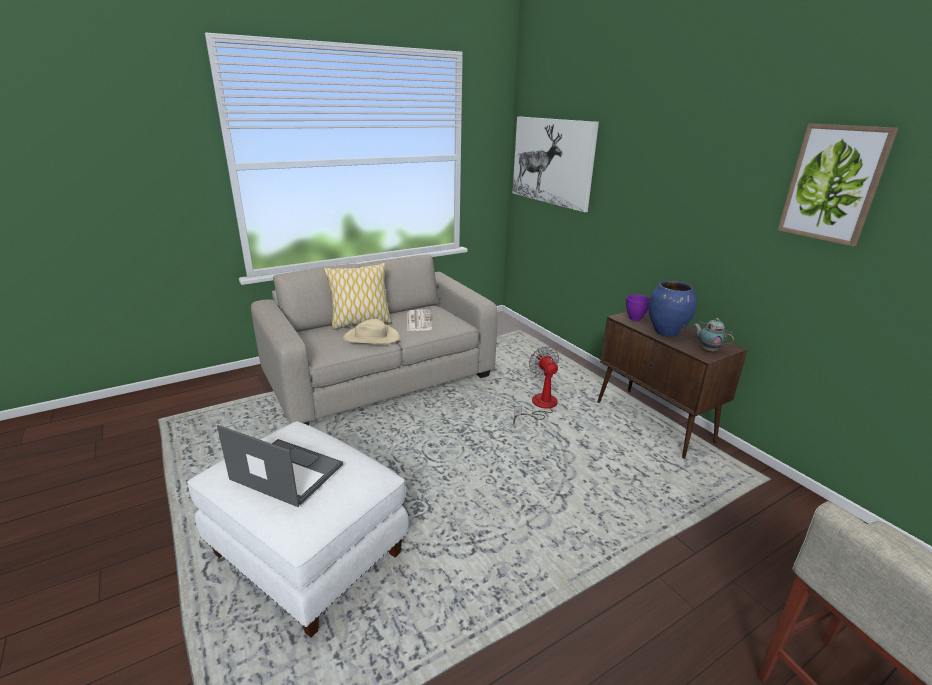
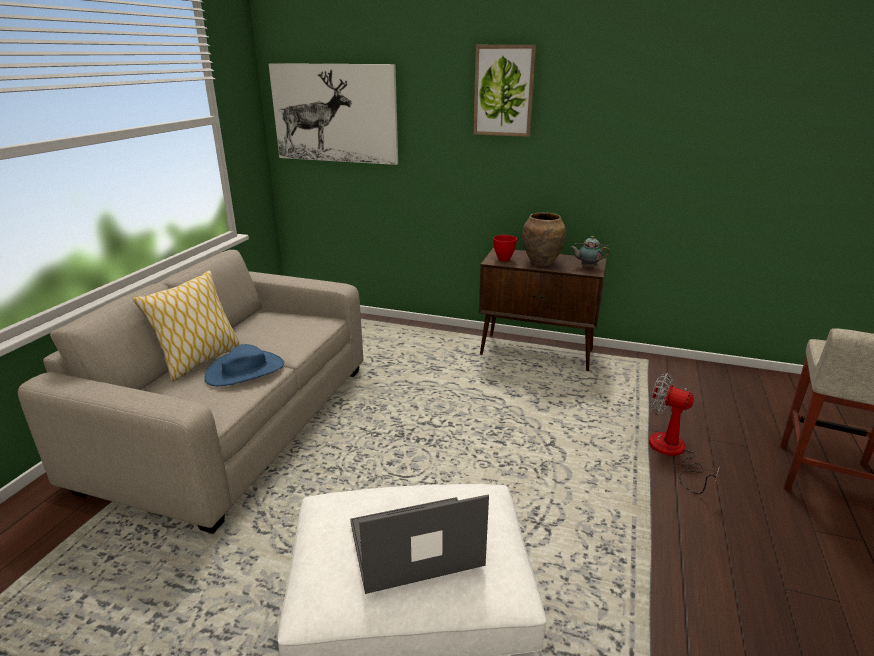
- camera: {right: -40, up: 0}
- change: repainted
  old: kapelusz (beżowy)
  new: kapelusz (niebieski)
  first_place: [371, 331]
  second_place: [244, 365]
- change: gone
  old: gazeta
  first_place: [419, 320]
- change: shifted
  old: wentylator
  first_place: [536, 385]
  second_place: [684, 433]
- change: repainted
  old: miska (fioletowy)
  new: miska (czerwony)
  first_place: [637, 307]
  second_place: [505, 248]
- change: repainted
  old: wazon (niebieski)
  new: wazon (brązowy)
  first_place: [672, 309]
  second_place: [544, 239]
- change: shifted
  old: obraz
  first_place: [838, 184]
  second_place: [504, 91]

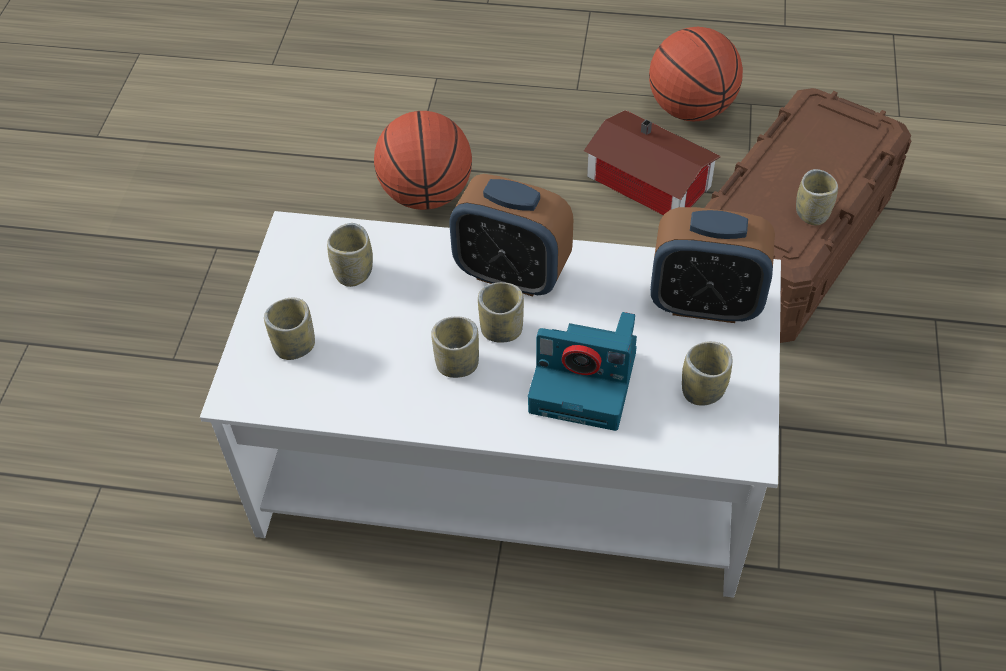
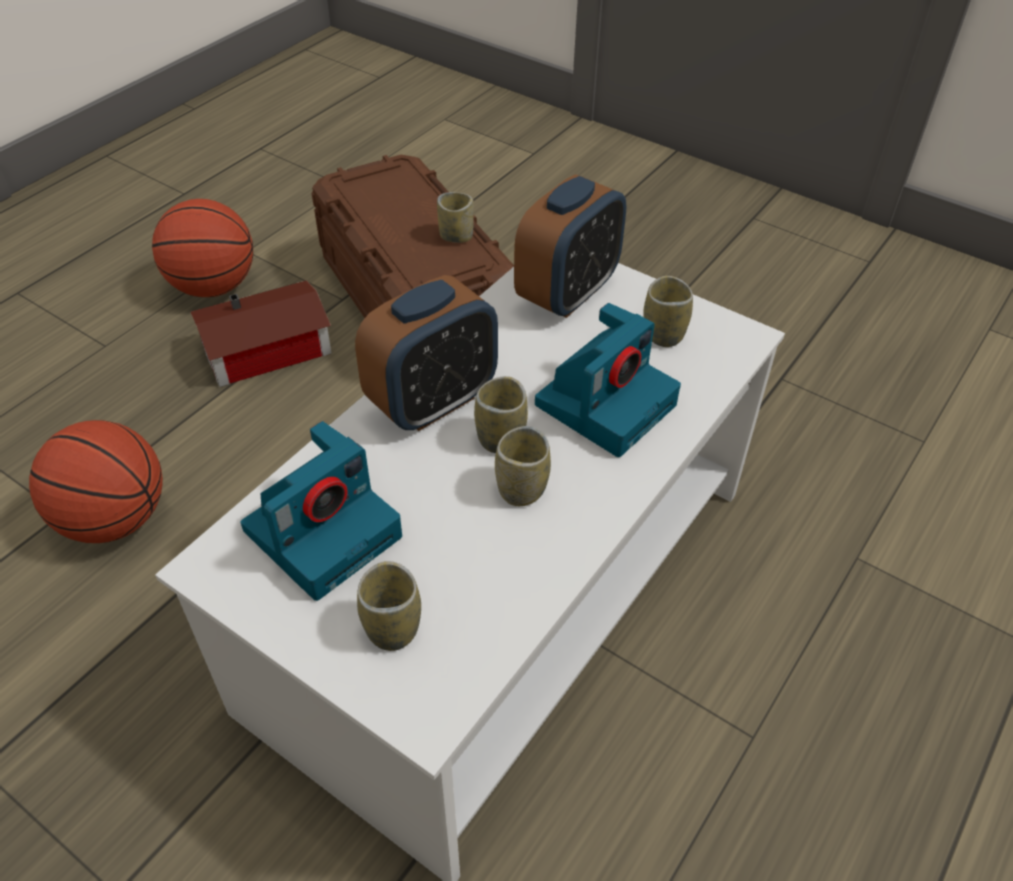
- camera: {right: -65, up: -5}
- change: swapped
  old: filiżanka
  new: aparat fotograficzny
  first_place: [350, 255]
  second_place: [321, 511]

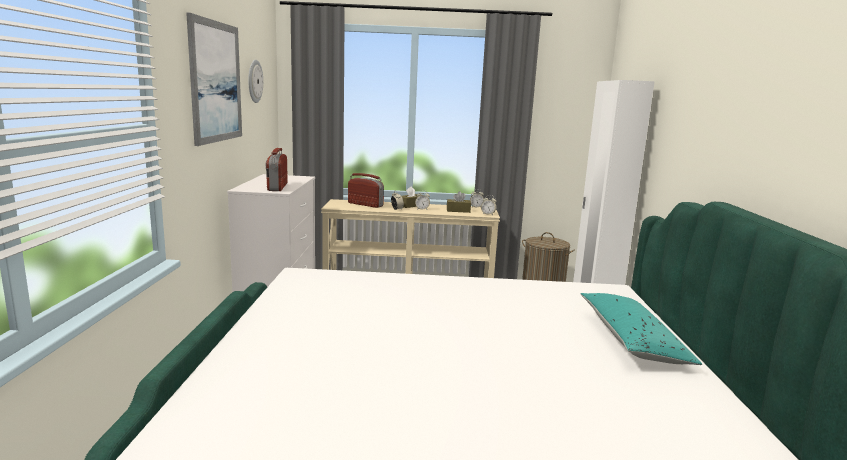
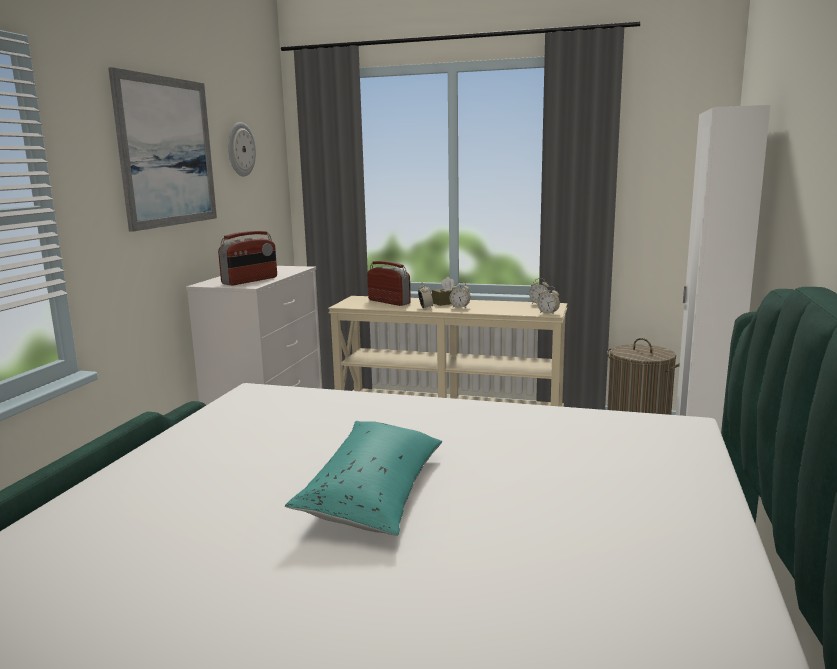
- camera: {right: 15, up: 0}
- change: rotated
  old: radio
  first_place: [277, 169]
  second_place: [247, 258]
  degrees: -150
- change: gone
  old: pudełko chusteczek (brązowy)
  first_place: [459, 202]
- change: shifted
  old: poduszka (turkusowy)
  first_place: [641, 329]
  second_place: [363, 478]

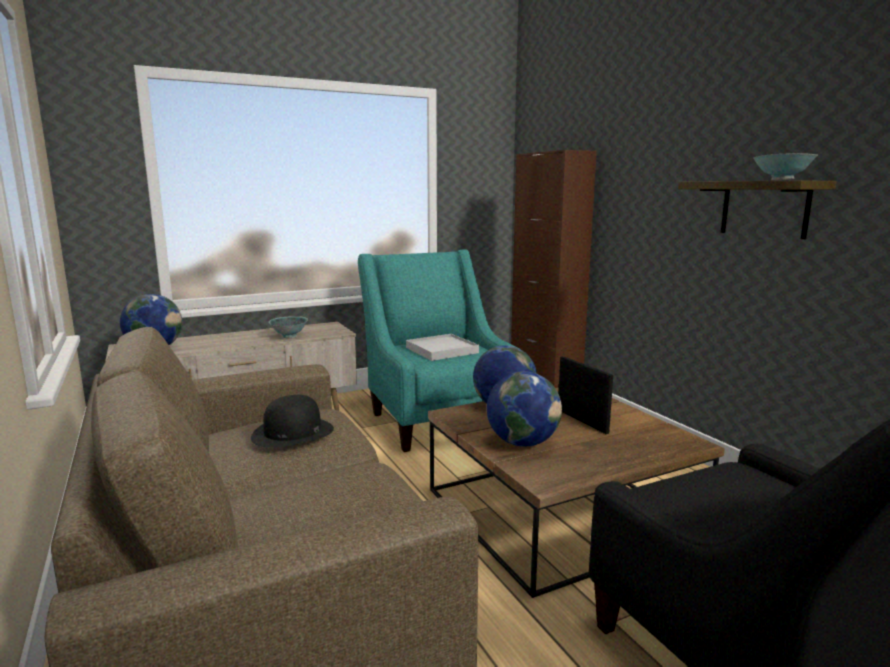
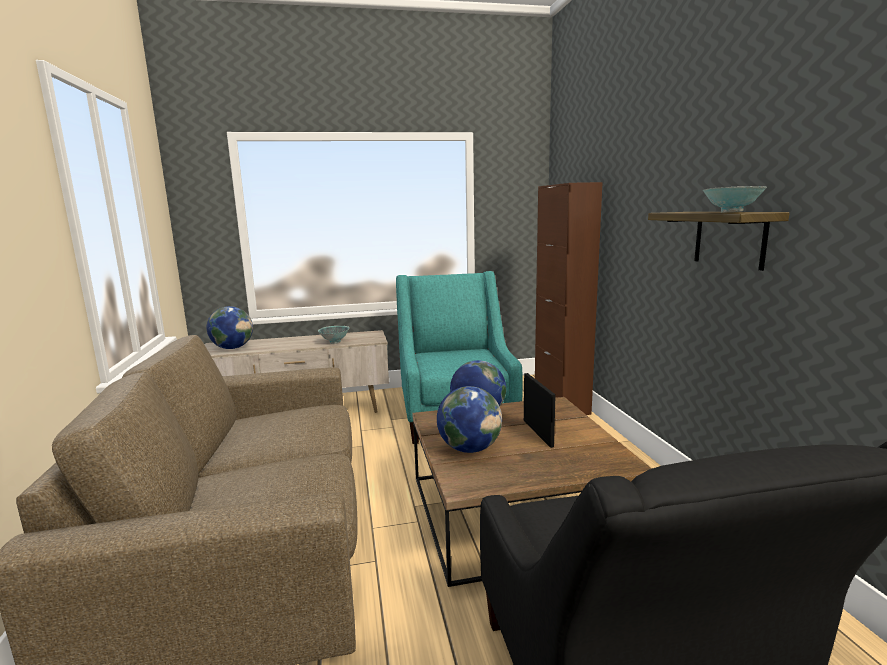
- camera: {right: 15, up: 0}
- change: gone
  old: kapelusz (czarny)
  first_place: [292, 421]
- change: gone
  old: taca (biały)
  first_place: [442, 347]

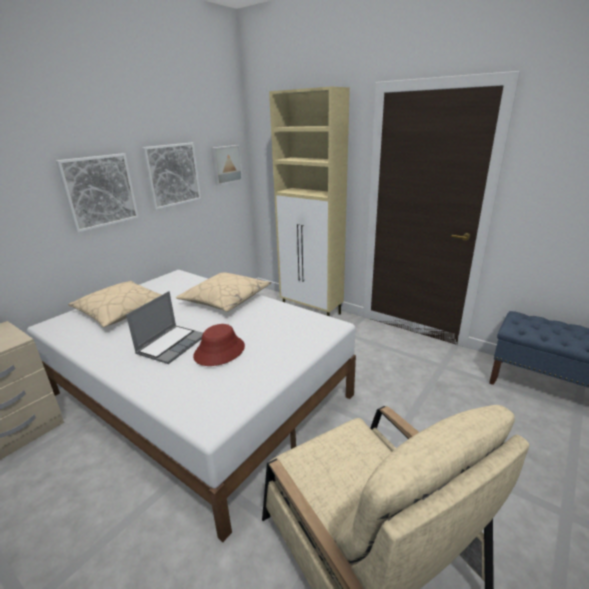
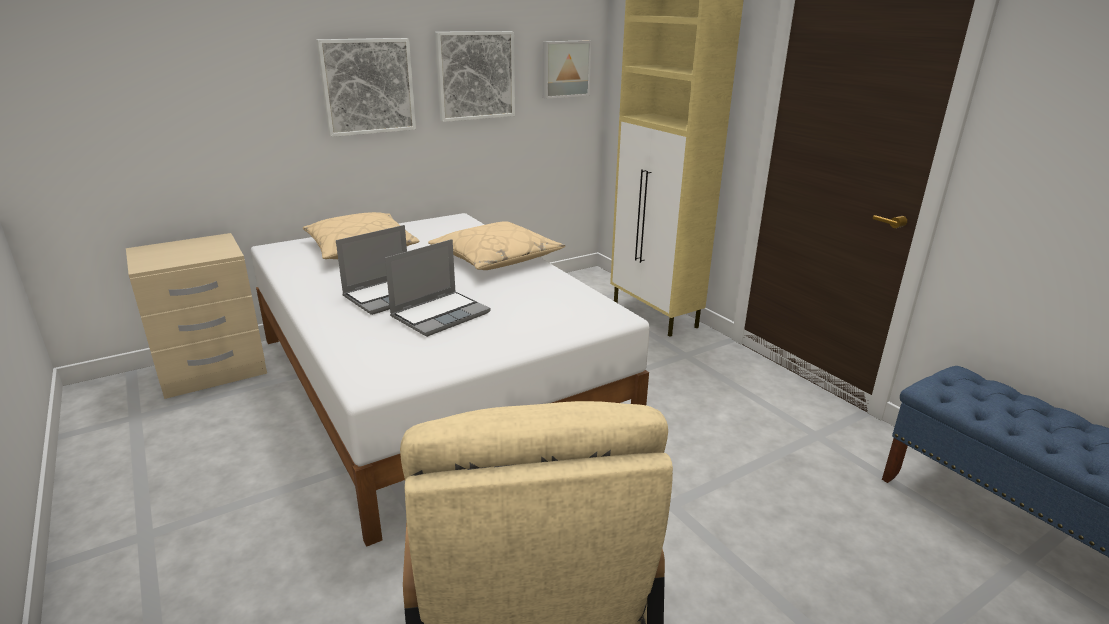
- camera: {right: 20, up: 0}
- change: swapped
  old: kapelusz (czerwony)
  new: laptop
  first_place: [219, 345]
  second_place: [438, 288]

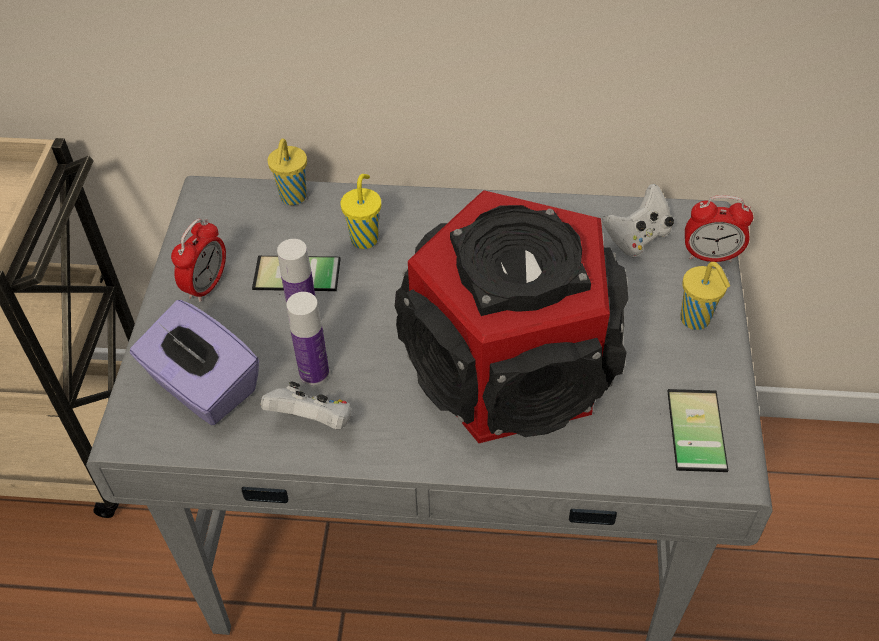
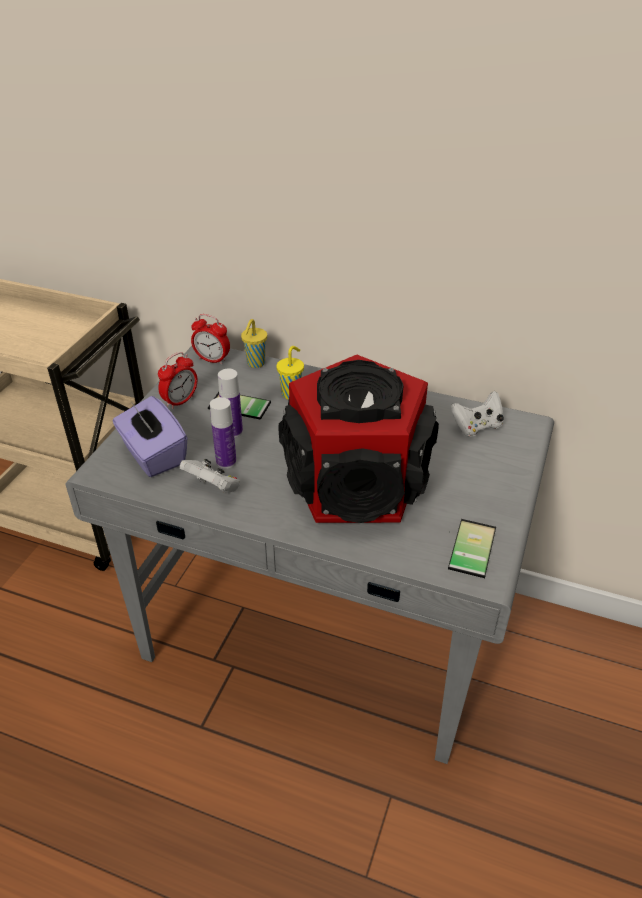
- camera: {right: 15, up: -10}
- change: gone
  old: filiżanka (żółty)
  first_place: [705, 296]
- change: shifted
  old: budzik
  first_place: [719, 228]
  second_place: [210, 339]

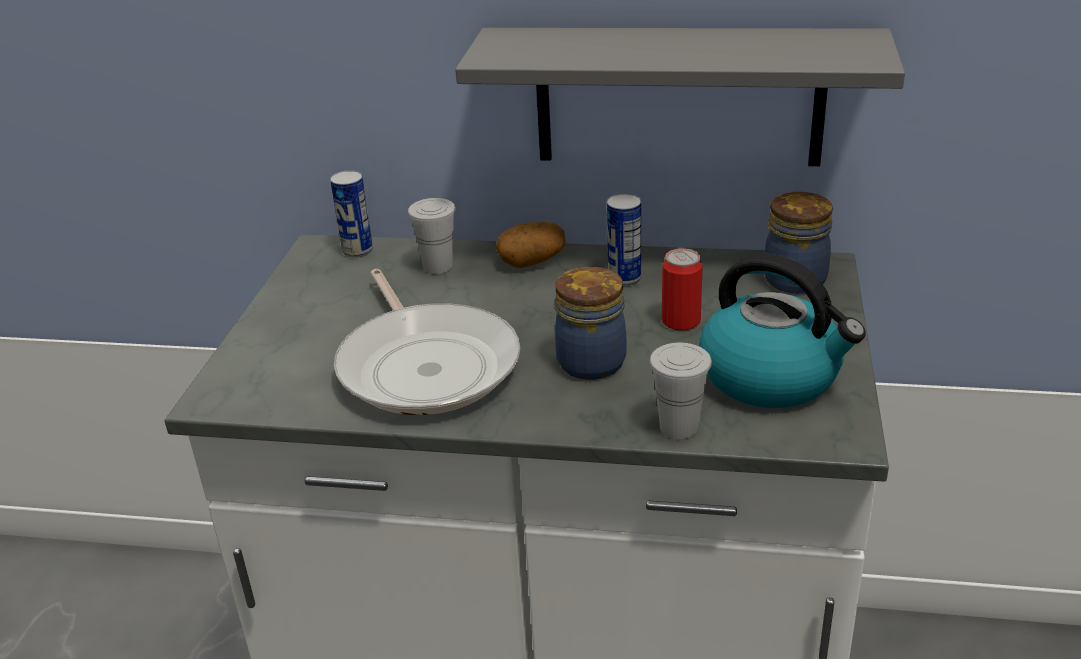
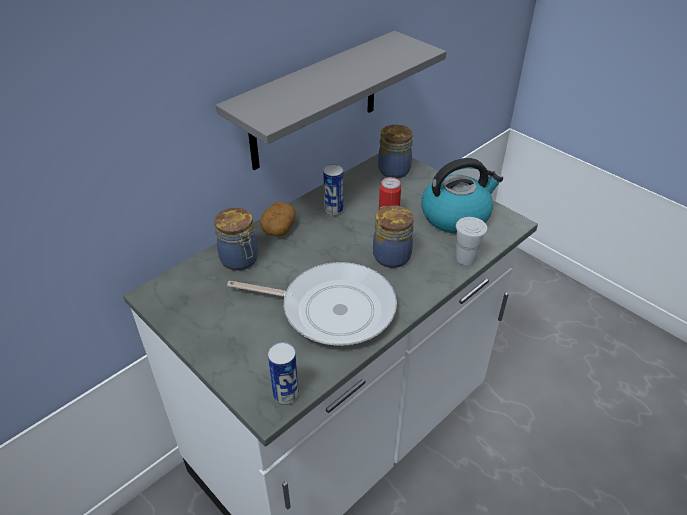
- camera: {right: -55, up: 10}
- change: shifted
  old: puszka
  first_place: [351, 213]
  second_place: [283, 373]
- change: swapped
  old: filiżanka (biały)
  new: słoik
  first_place: [432, 236]
  second_place: [236, 239]

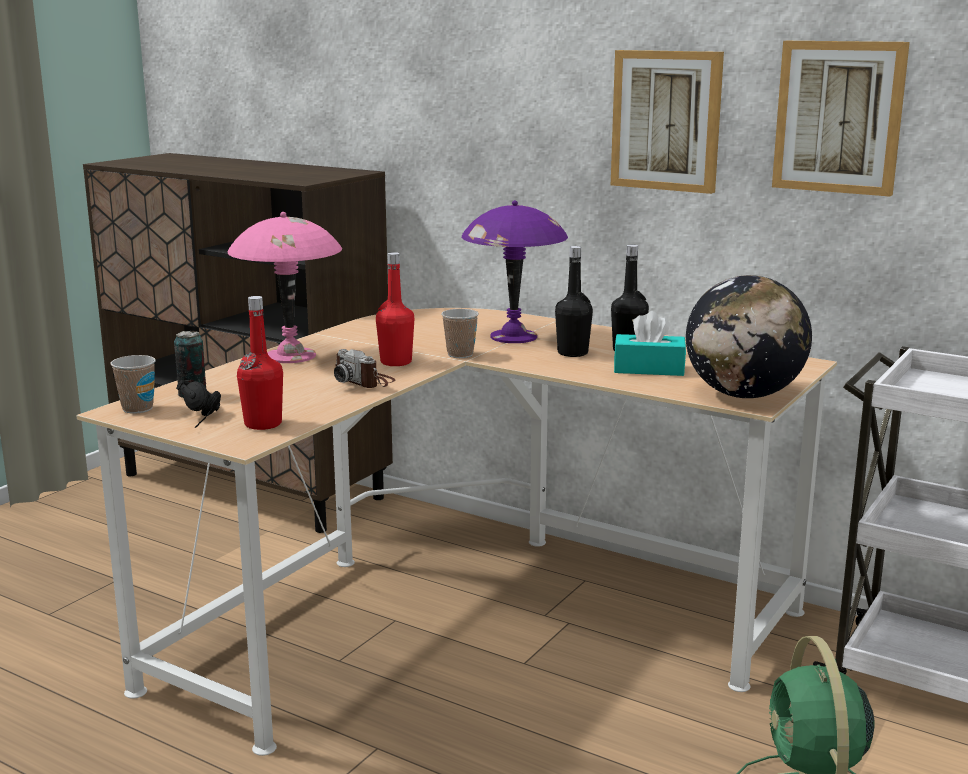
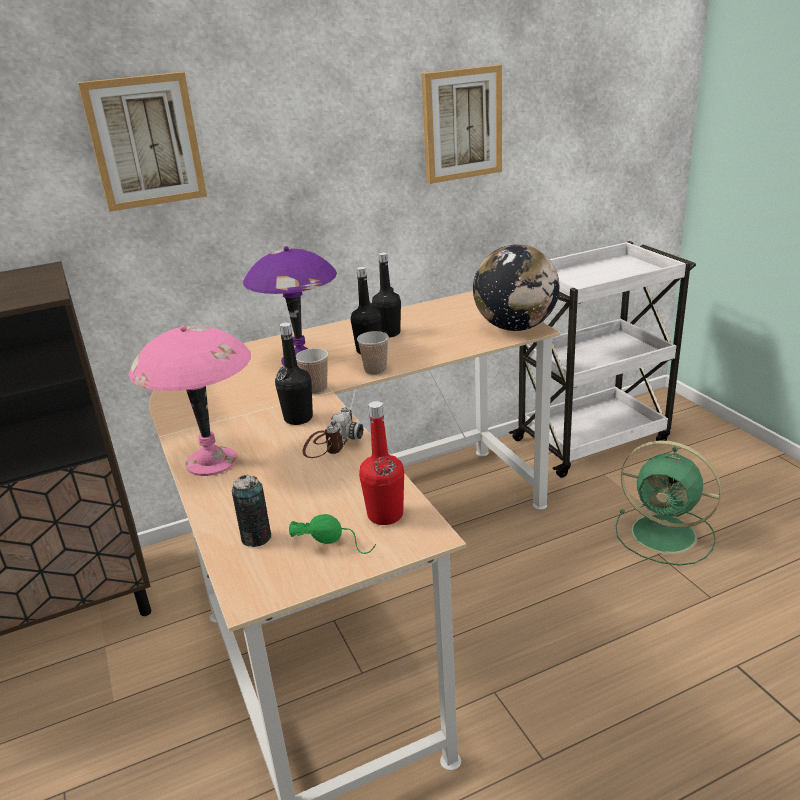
- camera: {right: -55, up: 10}
- change: shifted
  old: filiżanka
  first_place: [133, 384]
  second_place: [373, 353]
- change: repainted
  old: słuchawki (czarny)
  new: słuchawki (zielony)
  first_place: [198, 404]
  second_place: [332, 534]
- change: rotated
  old: aparat fotograficzny
  first_place: [364, 368]
  second_place: [333, 432]
  degrees: -60
- change: repainted
  old: butelka (czerwony)
  new: butelka (czarny)
  first_place: [395, 309]
  second_place: [294, 373]
- change: shifted
  old: obraz
  first_place: [667, 122]
  second_place: [142, 142]
- change: gone
  old: pudełko chusteczek (turkusowy)
  first_place: [650, 343]

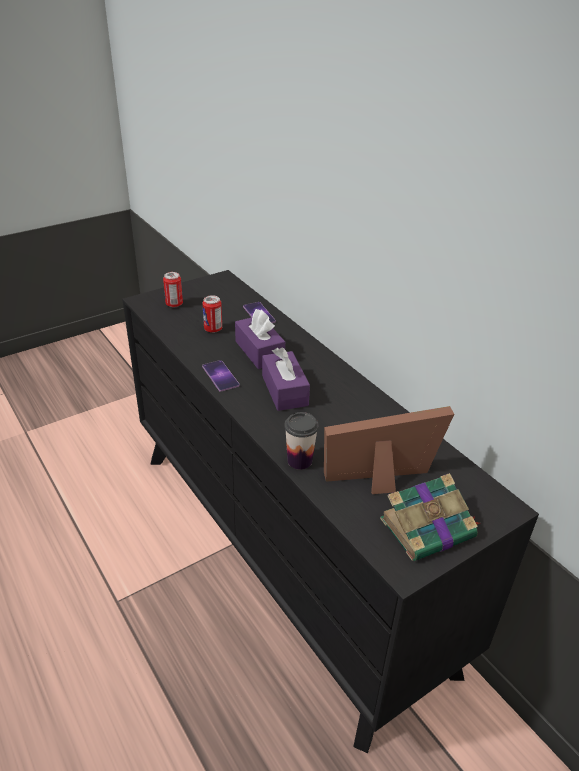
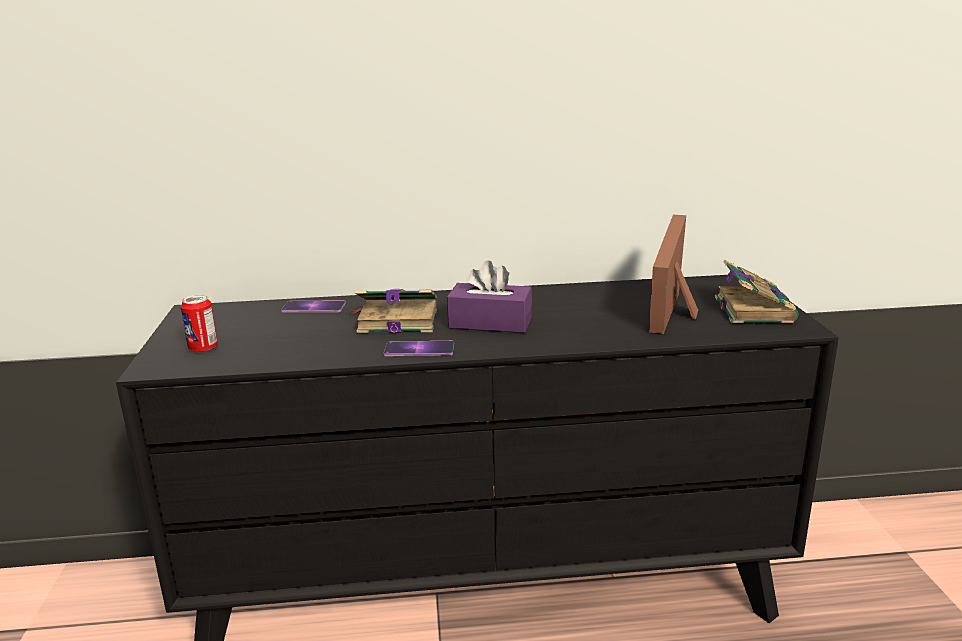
- camera: {right: -60, up: -15}
- change: gone
  old: puszka
  first_place: [212, 314]
- change: swapped
  old: pudełko chusteczek (fioletowy)
  new: książka
  first_place: [260, 339]
  second_place: [393, 311]
- change: gone
  old: filiżanka
  first_place: [301, 441]

